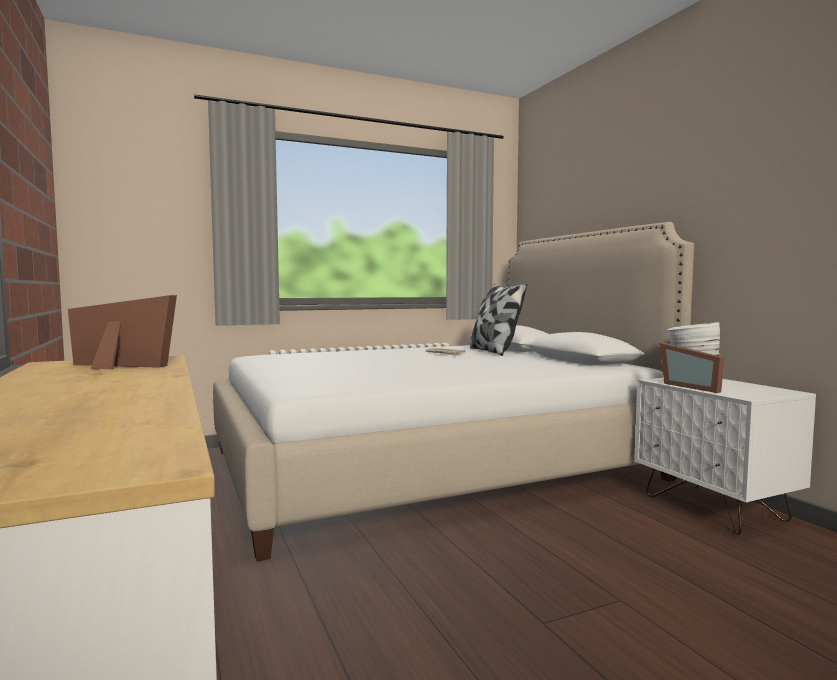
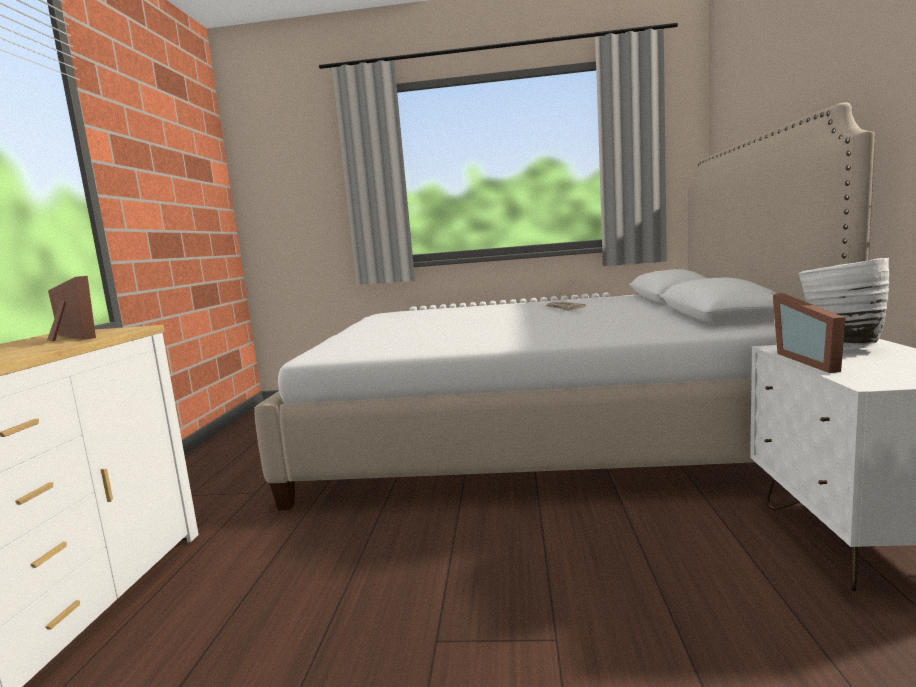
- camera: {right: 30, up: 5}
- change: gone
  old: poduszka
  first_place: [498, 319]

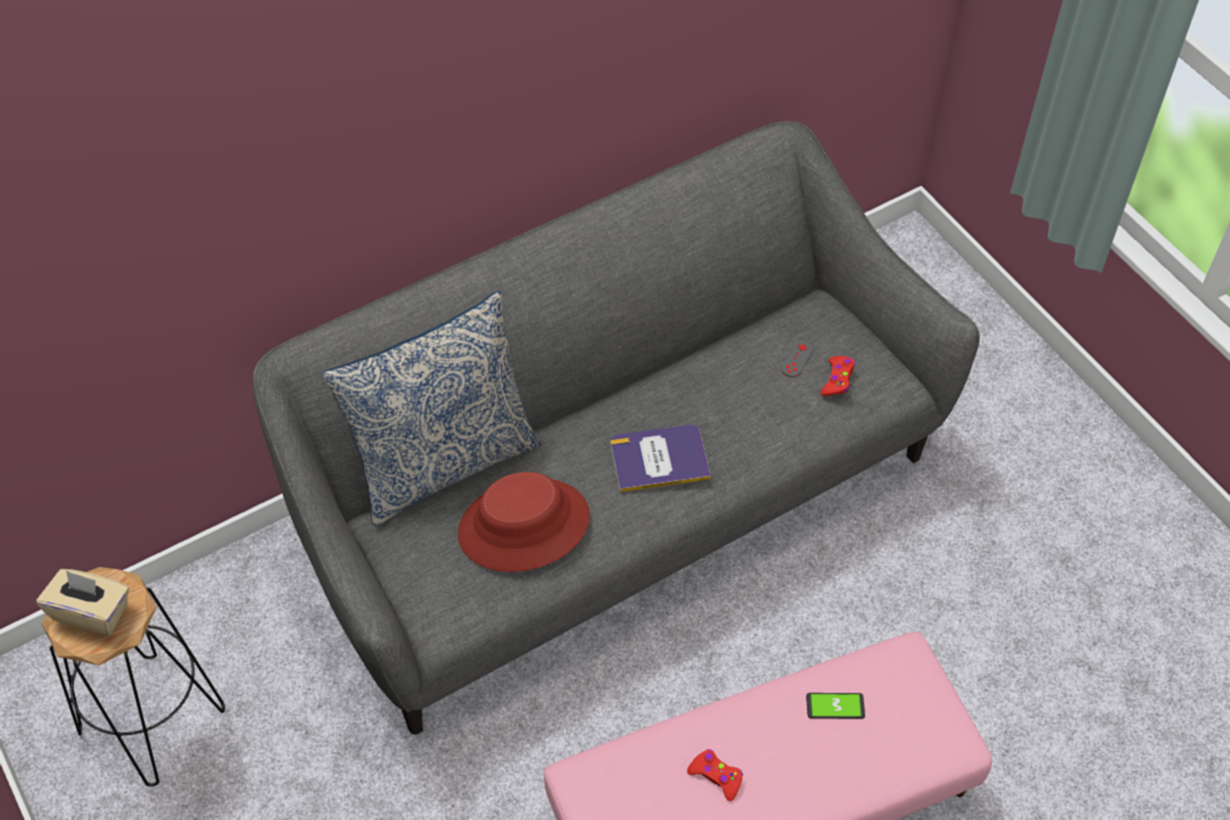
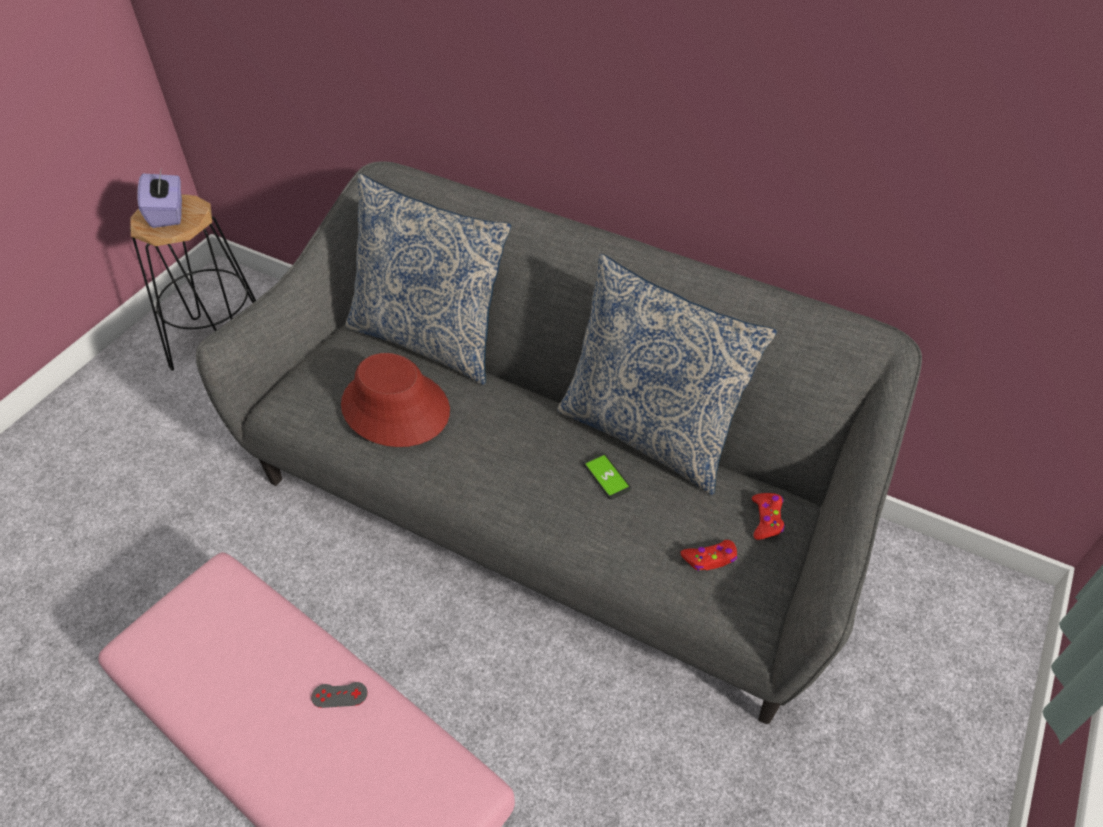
- camera: {right: 60, up: -5}
- change: repainted
  old: pudełko chusteczek (beżowy)
  new: pudełko chusteczek (fioletowy)
  first_place: [82, 602]
  second_place: [159, 199]
- change: gone
  old: książka
  first_place: [661, 458]
- change: shifted
  old: pad do gier (czerwony)
  first_place: [715, 775]
  second_place: [768, 516]
- change: shifted
  old: pad do gier (szary)
  first_place: [797, 358]
  second_place: [339, 695]
- change: shifted
  old: telefon
  first_place: [835, 706]
  second_place: [607, 476]
- change: new
  new: poduszka
  second_place: [667, 374]

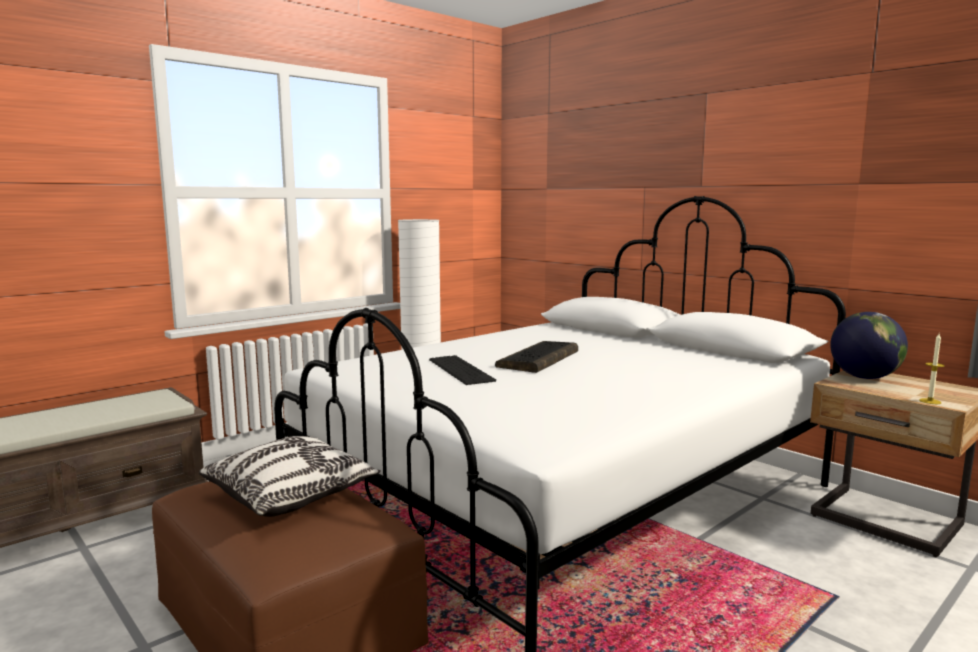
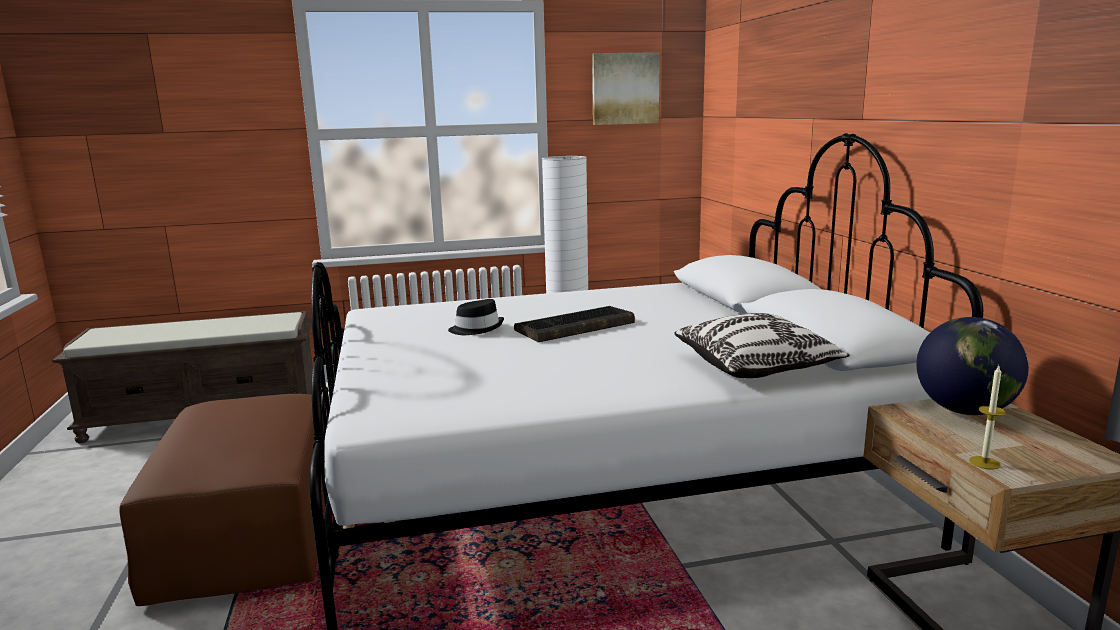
- camera: {right: 30, up: 5}
- change: shifted
  old: poduszka
  first_place: [290, 476]
  second_place: [762, 345]
- change: swapped
  old: klawiatura
  new: kapelusz (czarny)
  first_place: [462, 370]
  second_place: [476, 317]
- change: new
  new: obraz
  second_place: [626, 88]

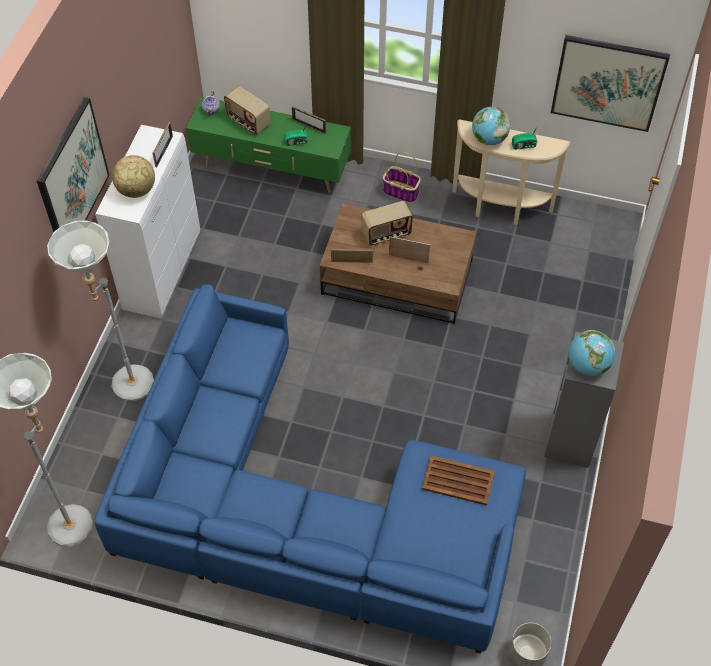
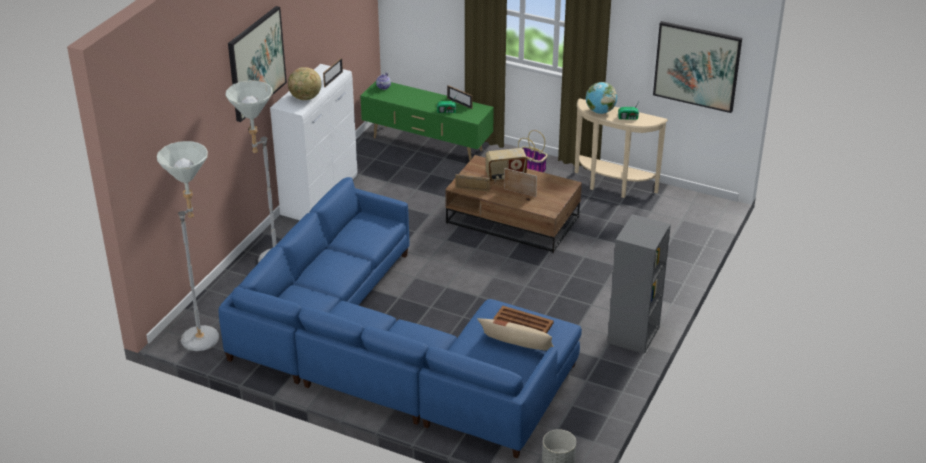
- camera: {right: 10, up: -20}
- change: gone
  old: radio
  first_place: [247, 110]
- change: gone
  old: globus
  first_place: [592, 353]
- change: new
  new: poduszka (beżowy)
  second_place: [515, 334]

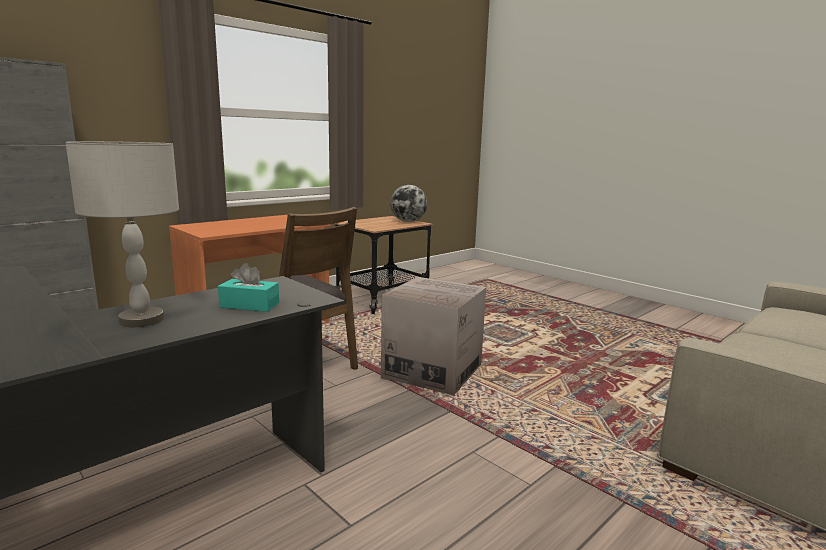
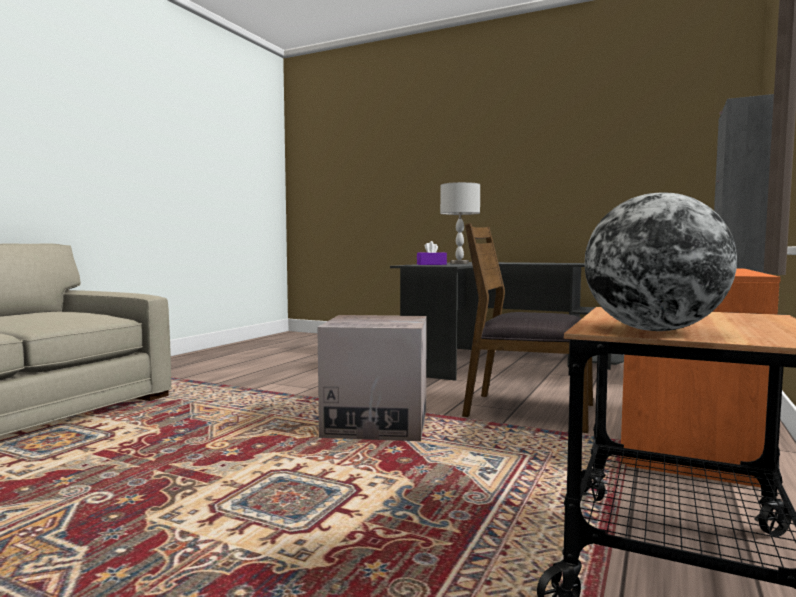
- camera: {right: 160, up: -10}
- change: repainted
  old: pudełko chusteczek (turkusowy)
  new: pudełko chusteczek (fioletowy)
  first_place: [248, 287]
  second_place: [432, 253]

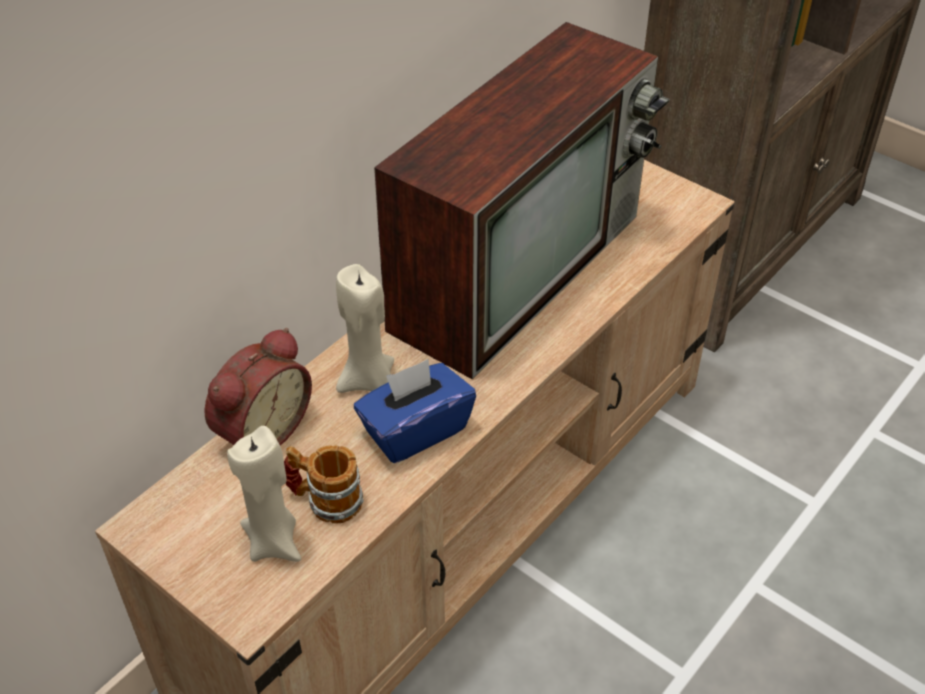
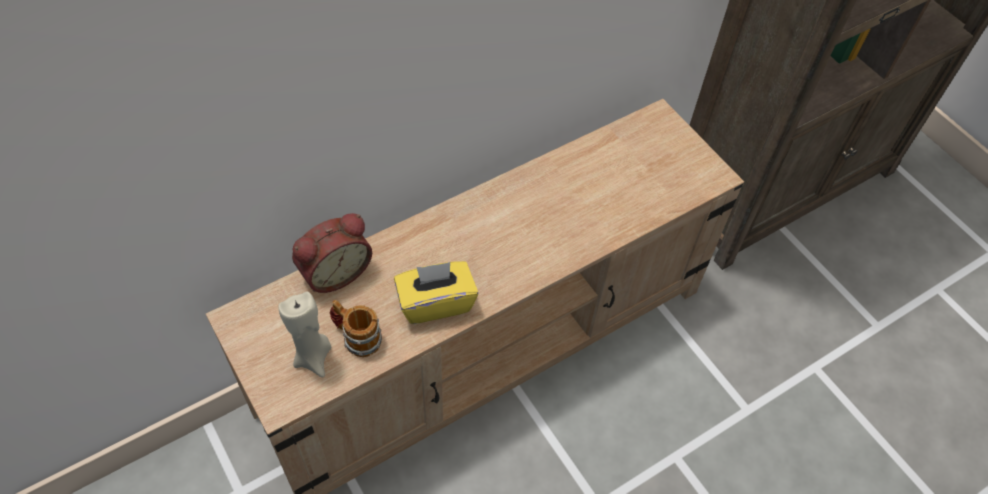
- camera: {right: 15, up: 10}
- change: gone
  old: świeca (beżowy)
  first_place: [365, 328]
- change: repainted
  old: pudełko chusteczek (niebieski)
  new: pudełko chusteczek (żółty)
  first_place: [415, 411]
  second_place: [436, 292]
- change: gone
  old: telewizor
  first_place: [522, 200]

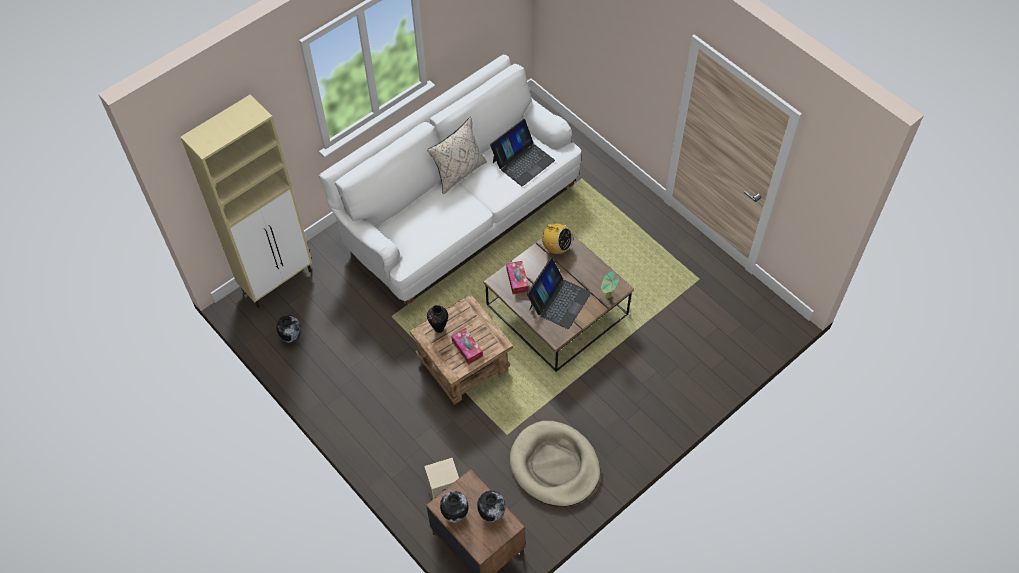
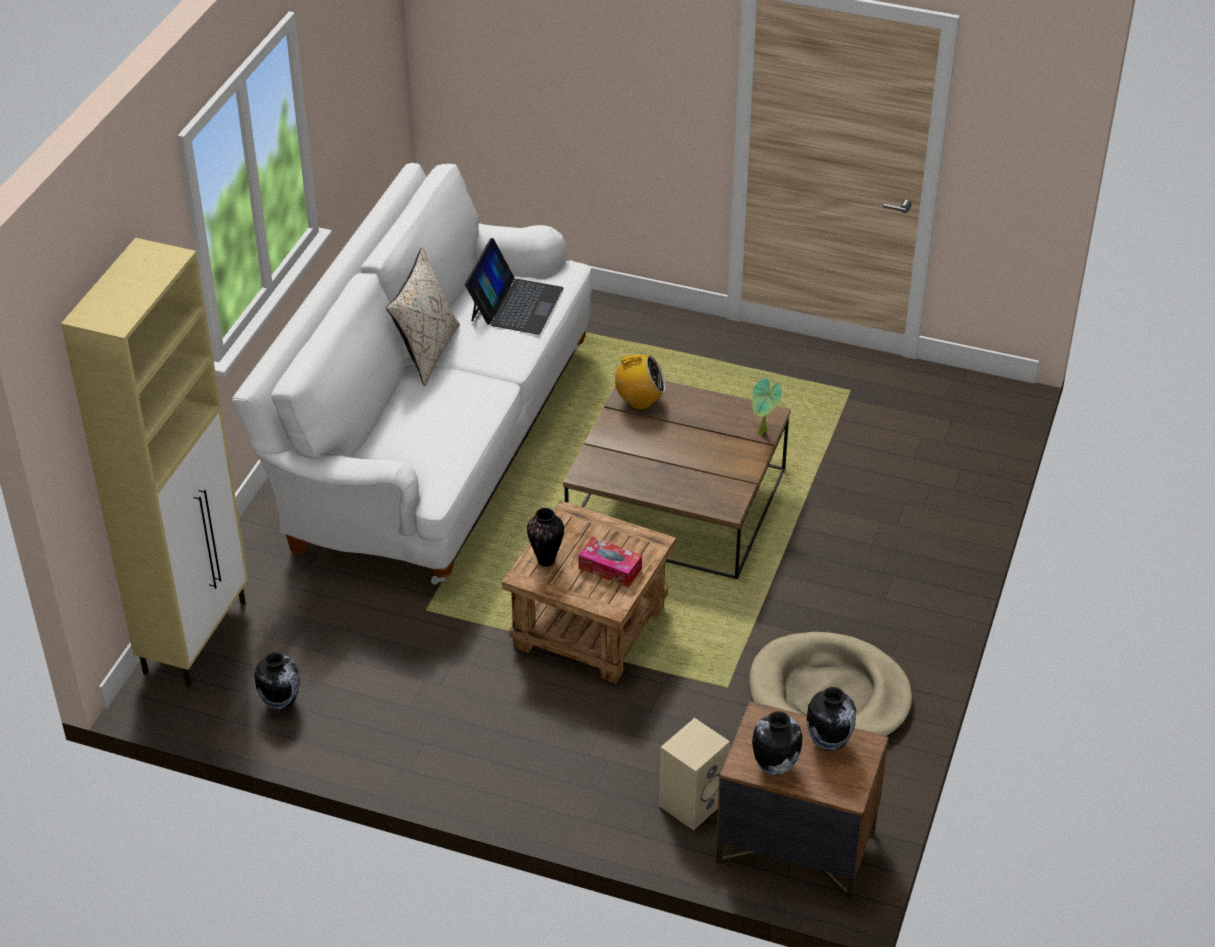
- camera: {right: -30, up: -15}
- change: gone
  old: pudełko chusteczek
  first_place: [517, 277]
- change: gone
  old: laptop
  first_place: [559, 293]

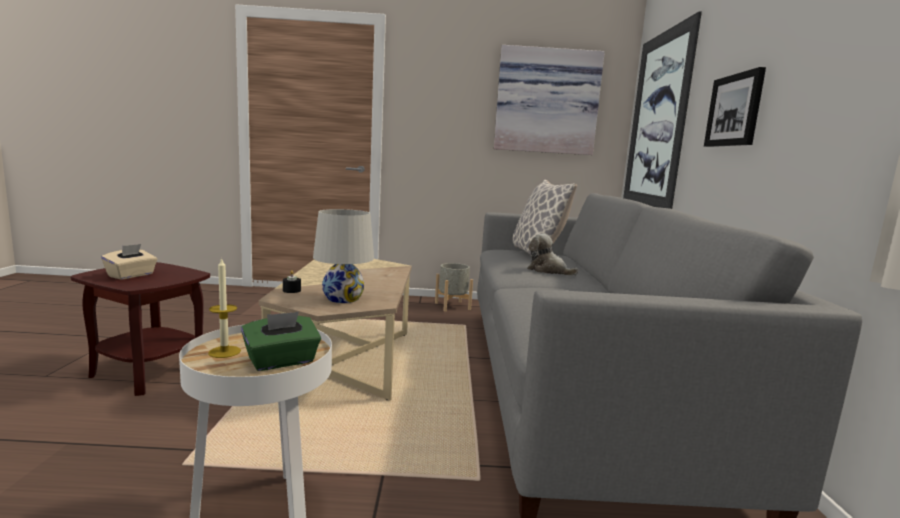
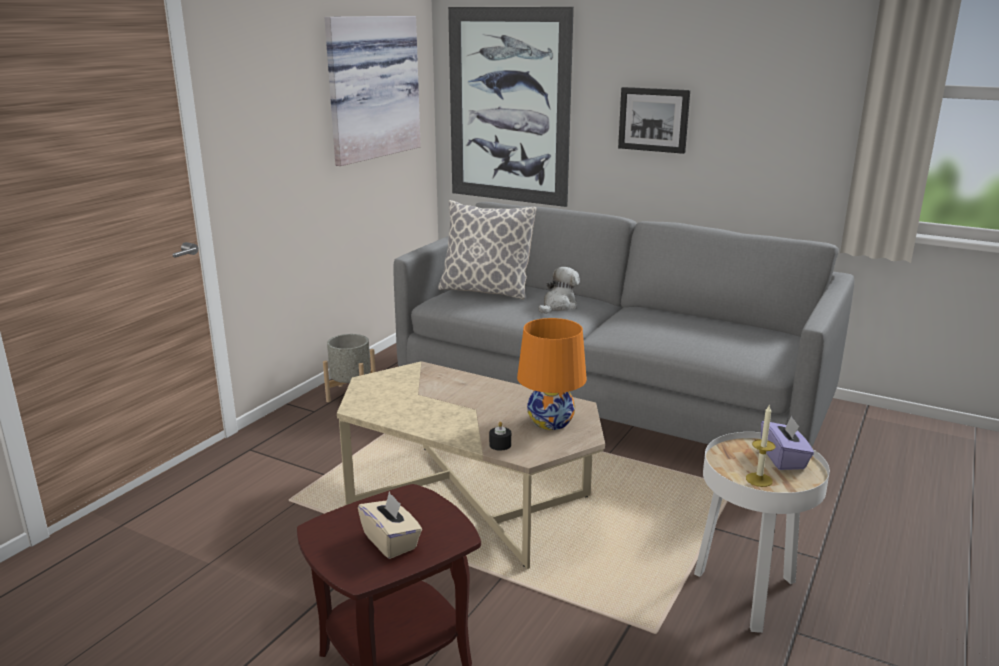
- camera: {right: -60, up: 10}
- change: repainted
  old: pudełko chusteczek (zielony)
  new: pudełko chusteczek (fioletowy)
  first_place: [281, 341]
  second_place: [787, 442]
- change: repainted
  old: lampa stołowa (biały)
  new: lampa stołowa (pomarańczowy)
  first_place: [343, 256]
  second_place: [552, 374]
- change: rotated
  old: pluszak
  first_place: [553, 255]
  second_place: [559, 290]
  degrees: 150

